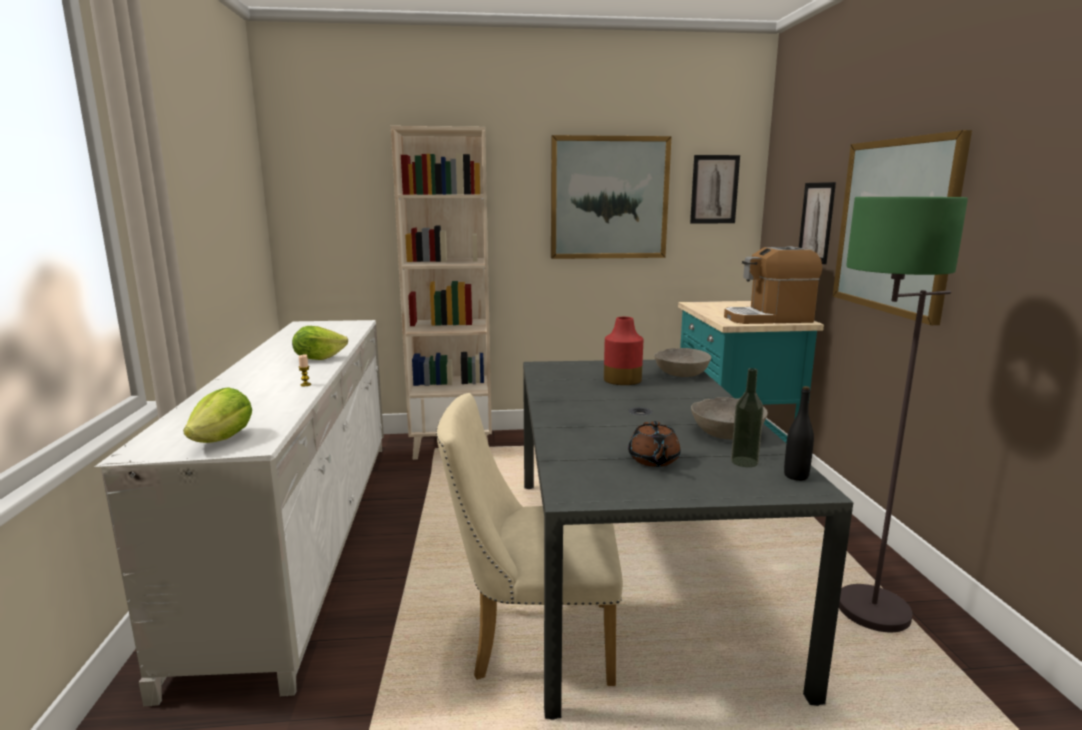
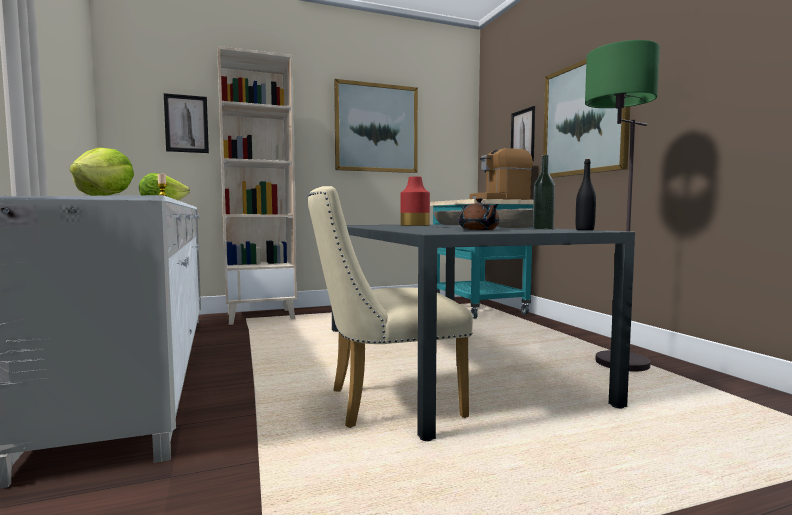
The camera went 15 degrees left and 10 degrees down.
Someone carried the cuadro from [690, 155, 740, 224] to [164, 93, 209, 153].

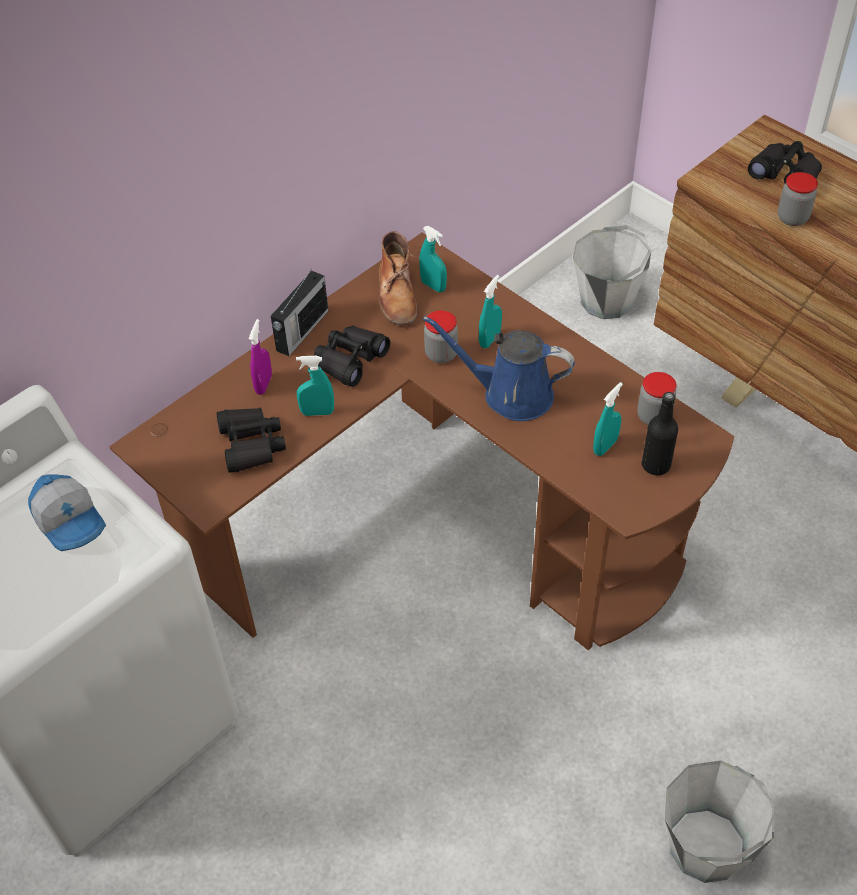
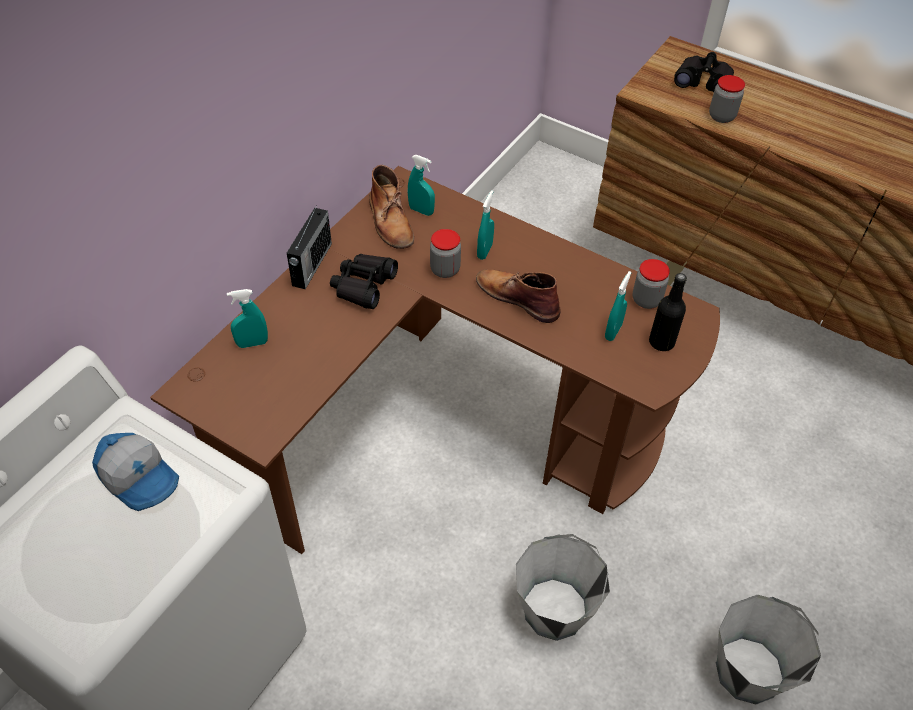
The camera went 15 degrees left and 0 degrees up.
Someone took away the prismáticos/negro at [217, 407, 286, 473].
Someone took away the pulverizador/morado at [249, 319, 272, 395].
Someone carried the pulverizador/turquesa from [296, 356, 334, 416] to [227, 289, 268, 348].
Someone carried the cubo/gris from [573, 225, 651, 319] to [516, 534, 610, 641].
Someone swapped the regadera/azul at [423, 316, 575, 421] for the bota/marrón at [476, 269, 561, 323].

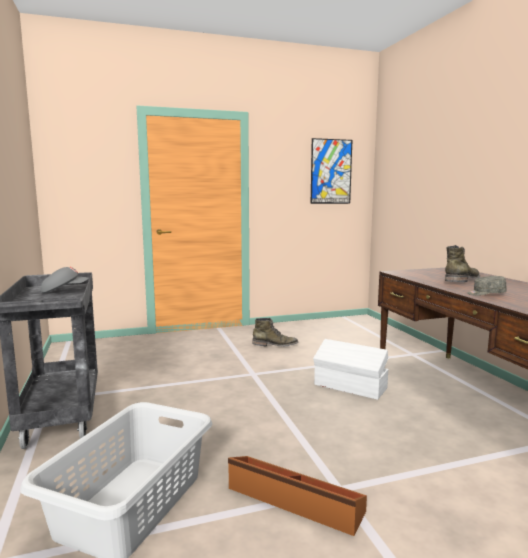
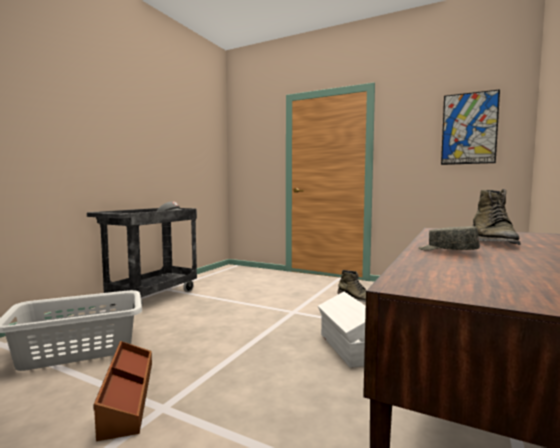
The camera went 45 degrees right and 5 degrees down.
Someone rotated the bota/verde at [445, 245, 480, 282] by 105 degrees clockwise.

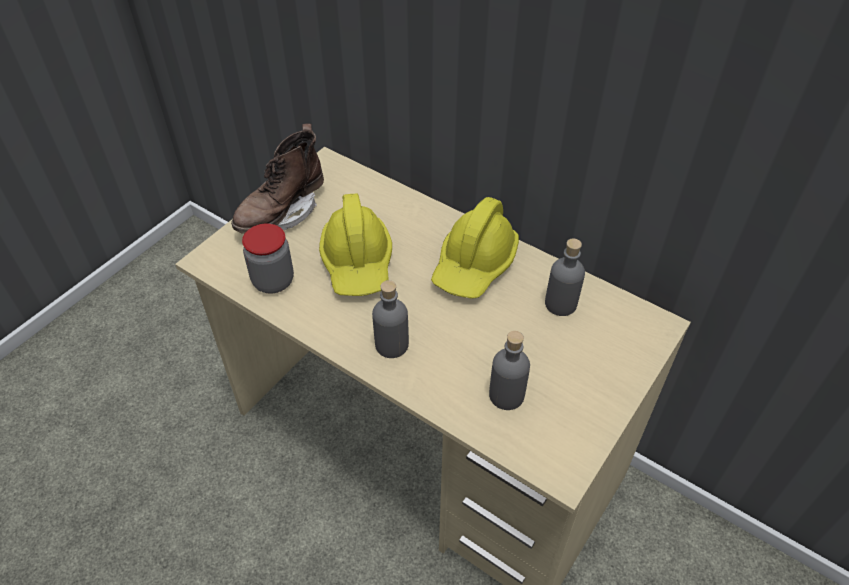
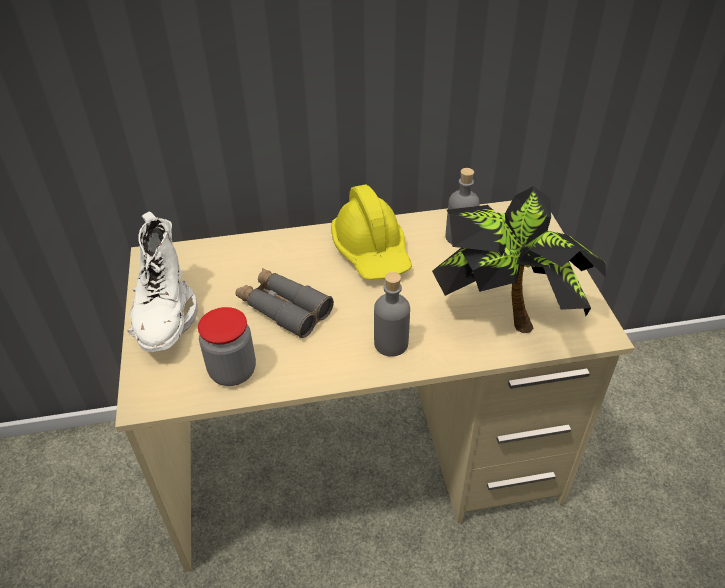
The camera went 45 degrees left and 5 degrees down.
Someone swapped the casco/amarillo at [319, 194, 392, 296] for the prismáticos/gris at [236, 268, 334, 338].
Someone swapped the botella/gris at [489, 331, 530, 410] for the planta en maceta at [432, 186, 606, 333].
Someone repainted the bota/marrón at [231, 123, 324, 234], which became the bota/blanco at [127, 211, 198, 352].

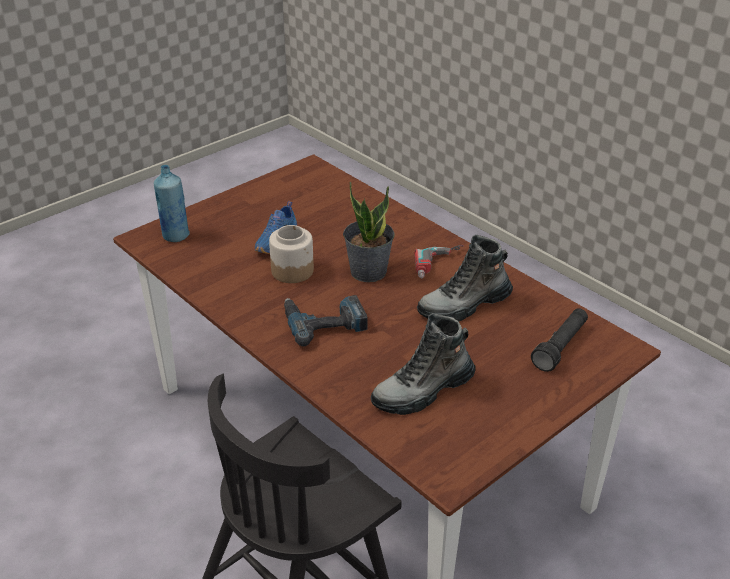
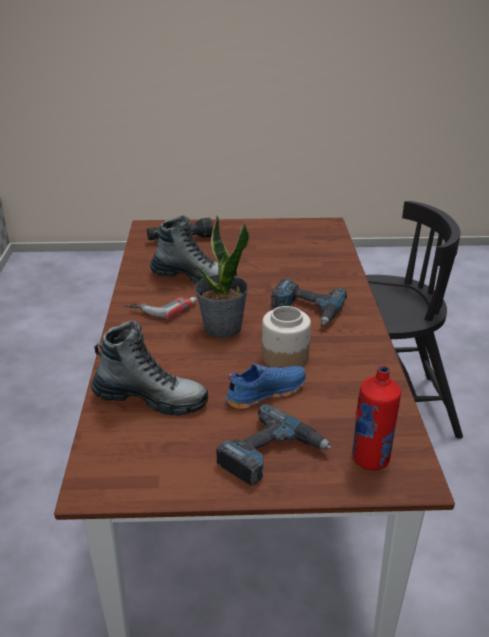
The camera went 140 degrees left and 5 degrees down.
Someone put down the taladro at [216, 404, 331, 486].
Someone carried the bota from [371, 313, 476, 415] to [91, 320, 208, 416].
Someone repainted the botella/azul at [154, 165, 190, 242], which became the botella/rojo at [351, 365, 401, 470].

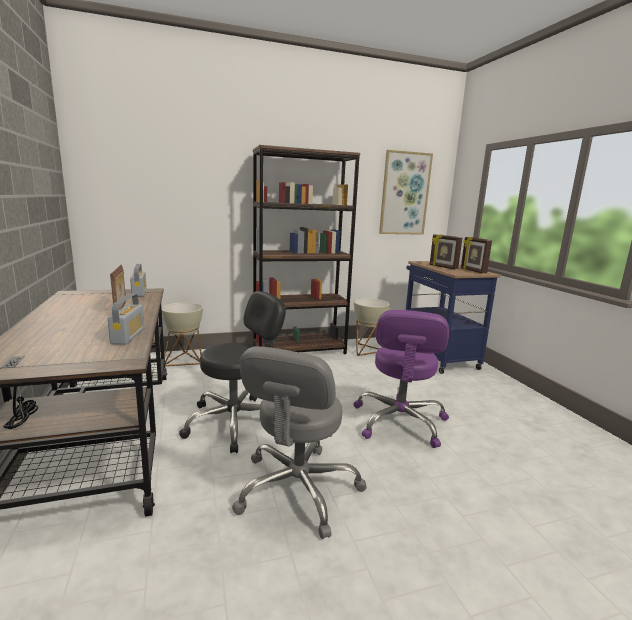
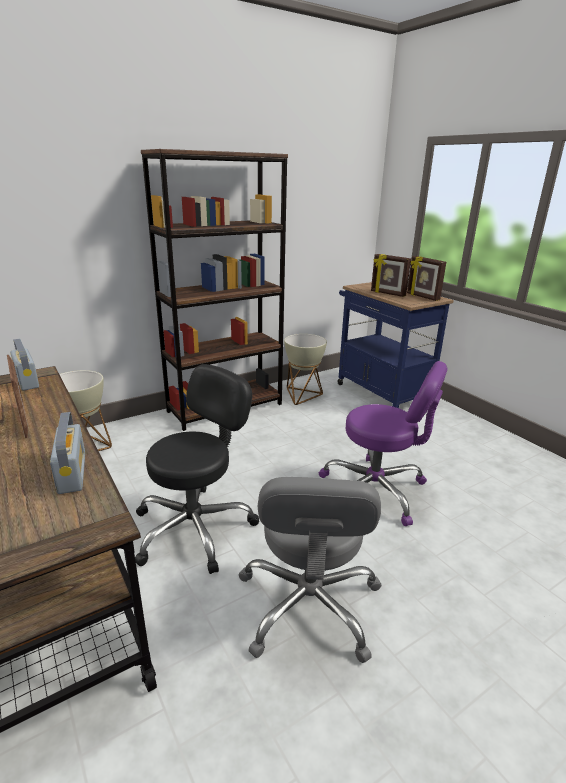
The camera went 15 degrees left and 10 degrees up.
Someone took away the cuadro at [379, 150, 433, 235].
Someone rotated the silla de oficina/morado at [353, 310, 449, 448] by 60 degrees counterclockwise.

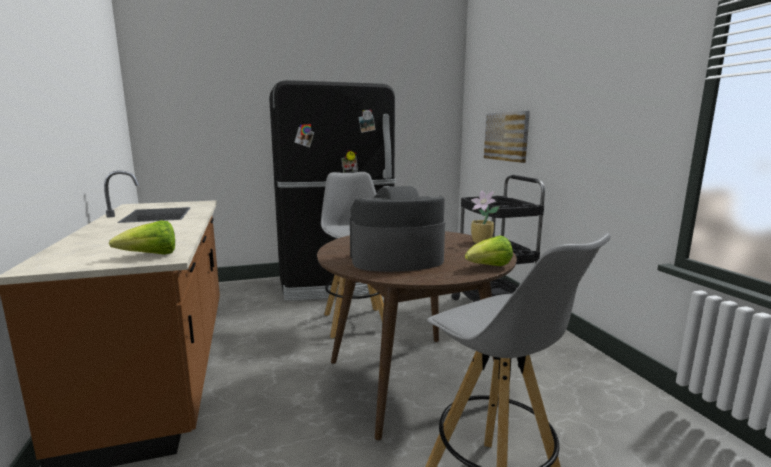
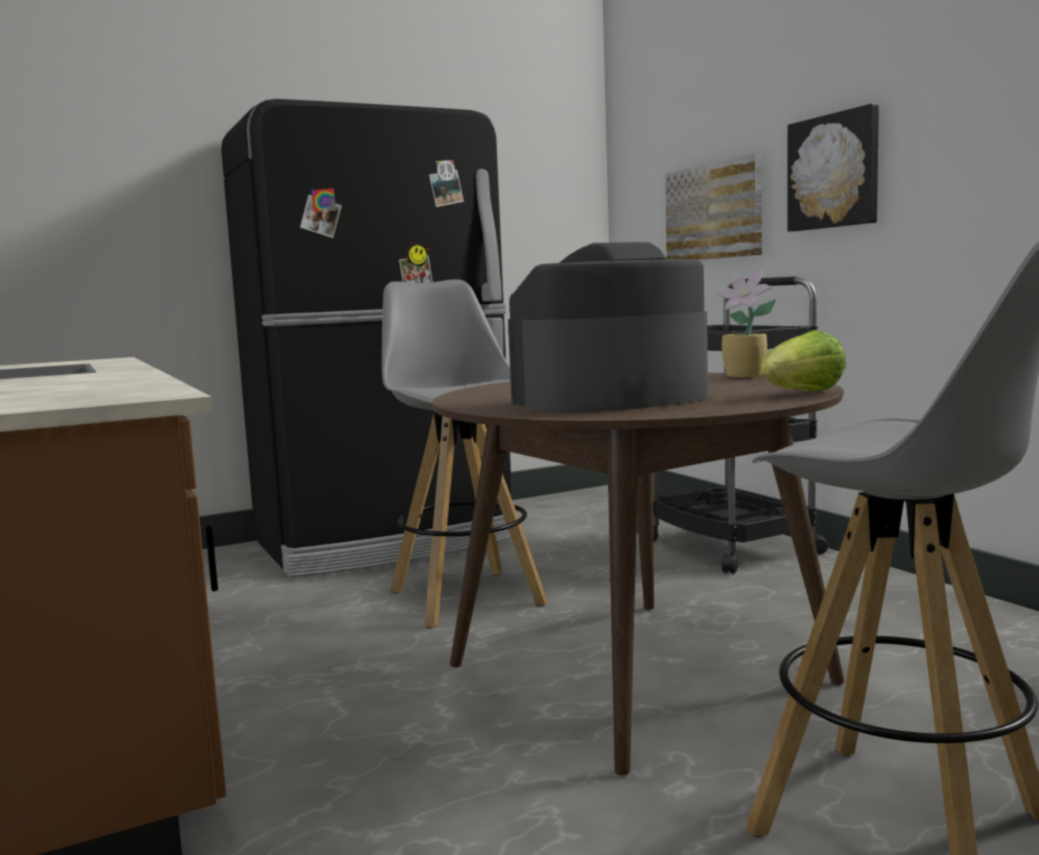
The camera went 10 degrees left and 5 degrees down.
Someone took away the lechuga at [109, 221, 175, 255].
Someone put up the cuadro at [787, 104, 879, 232].

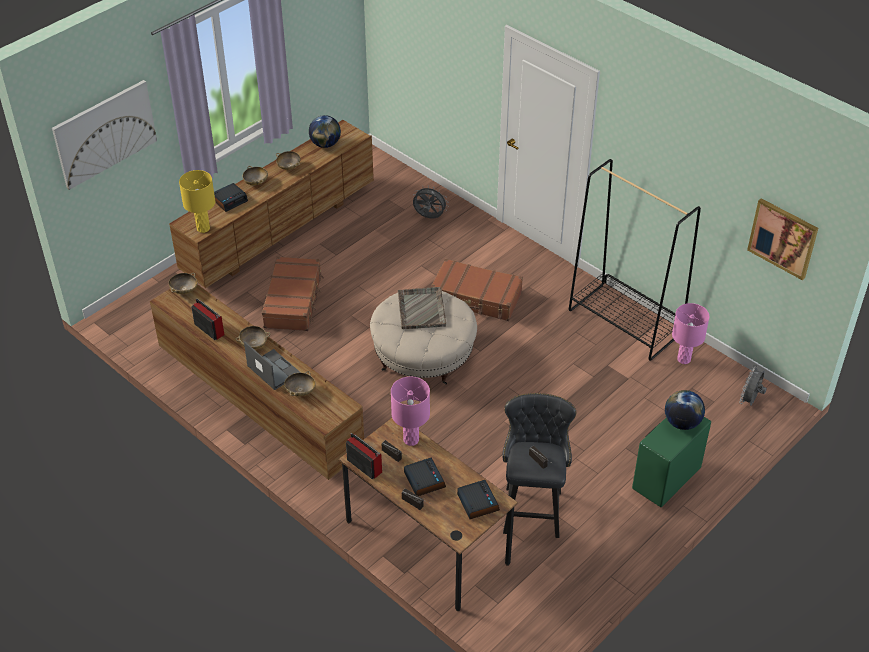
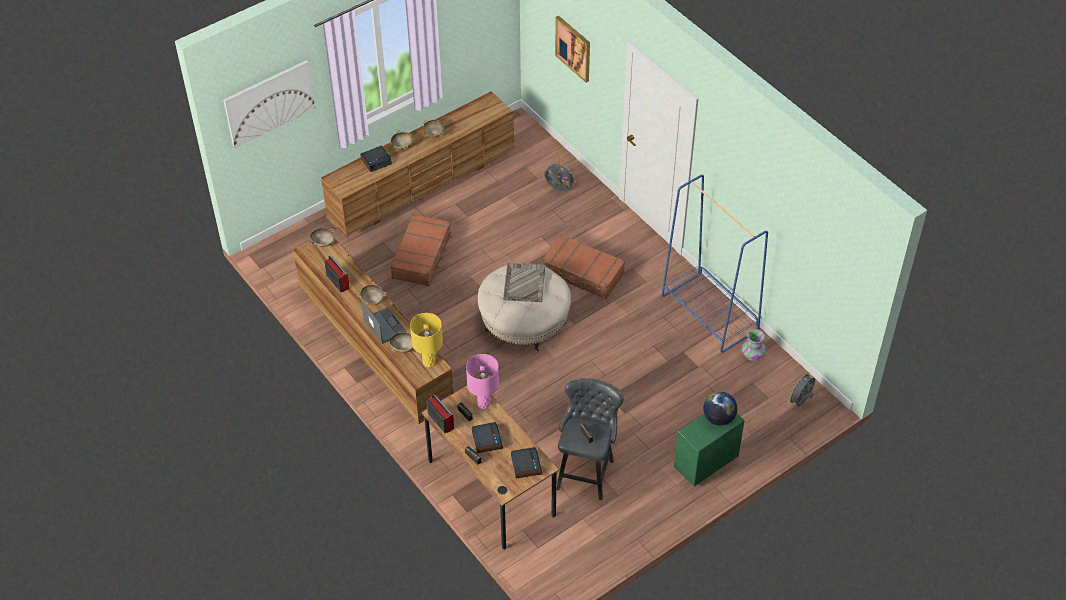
The camera went 10 degrees right and 5 degrees up.
Someone took away the globo terráqueo at [309, 115, 341, 148].
Someone carried the lámpara de mesa/amarillo from [179, 170, 215, 233] to [410, 313, 443, 367].
Someone carried the cuadro from [747, 198, 818, 280] to [555, 15, 590, 82].
Someone swapped the lámpara de mesa/rosa at [672, 303, 710, 364] for the florero at [742, 329, 766, 361].
Someone repainted the perchero/negro at [569, 159, 701, 361], which became the perchero/azul at [662, 175, 768, 353].

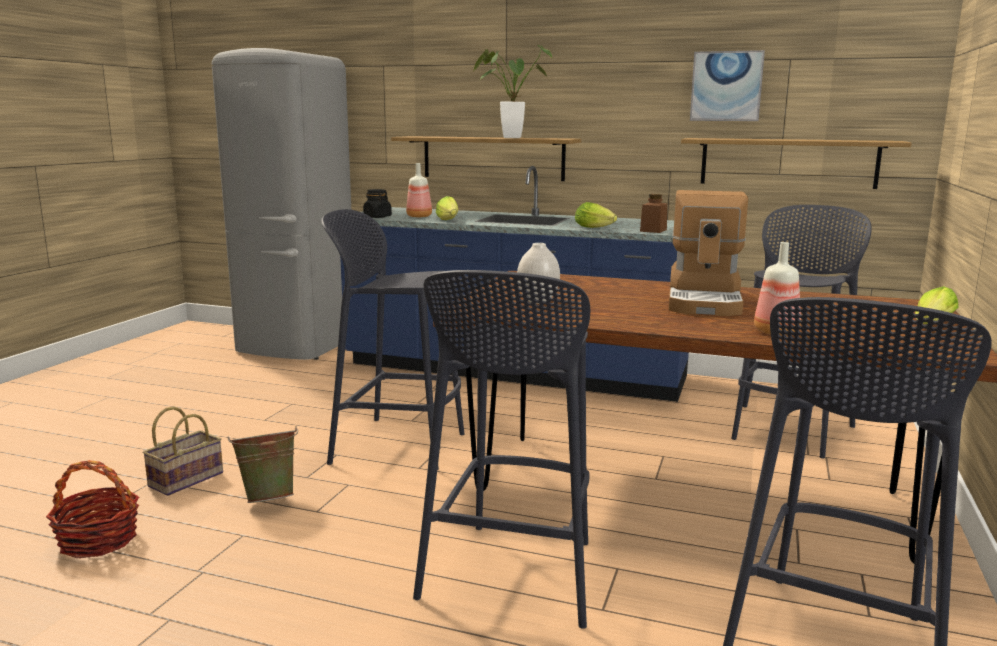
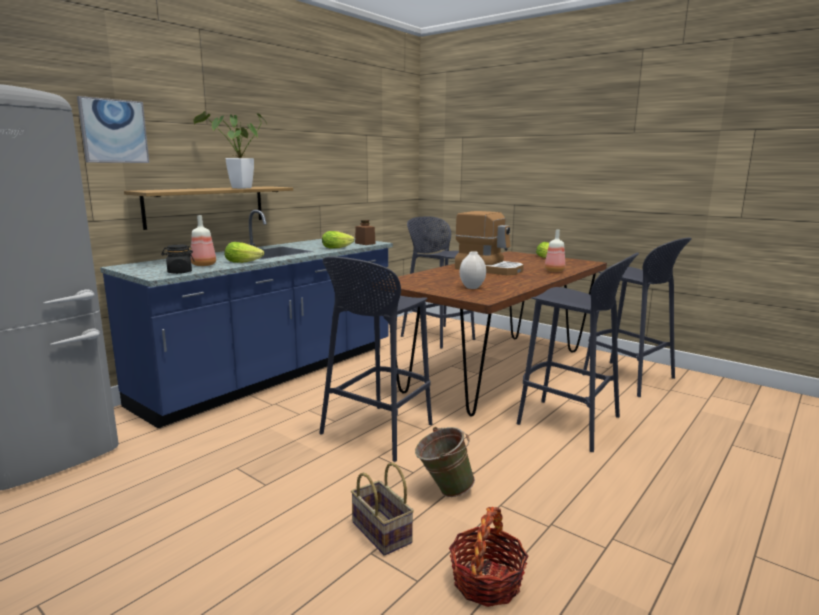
The camera went 70 degrees left and 0 degrees up.
Someone took away the estante at [681, 138, 912, 189].
Someone carried the cuadro from [690, 50, 765, 121] to [77, 96, 149, 163].

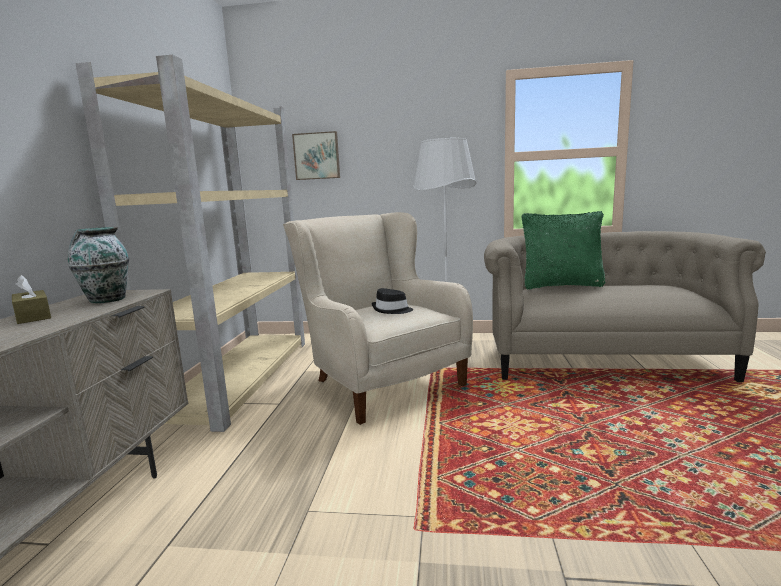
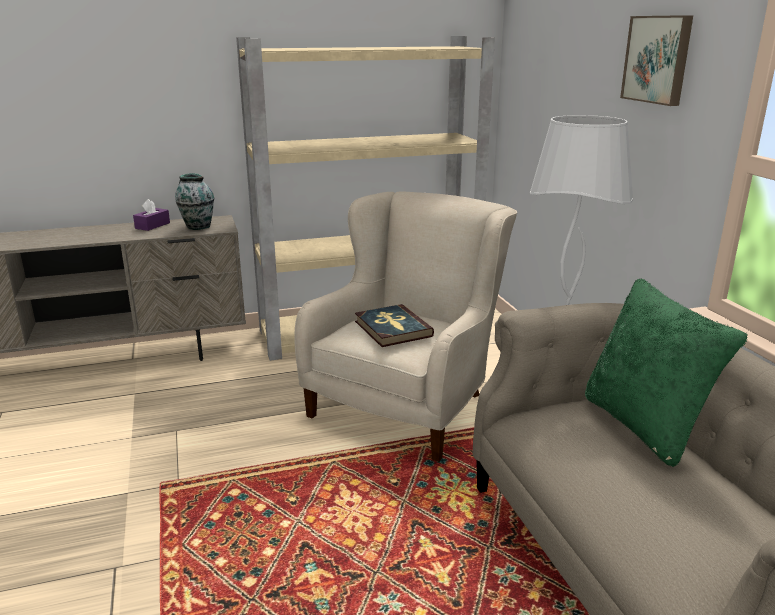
The camera went 65 degrees right and 10 degrees up.
Someone carried the cuadro from [292, 131, 340, 180] to [620, 15, 693, 106].
Someone swapped the sombrero/negro at [372, 288, 413, 314] for the libro at [355, 304, 434, 347].
Someone repainted the caja de pañuelos/marrón at [12, 275, 51, 324], which became the caja de pañuelos/morado at [133, 199, 170, 231].

